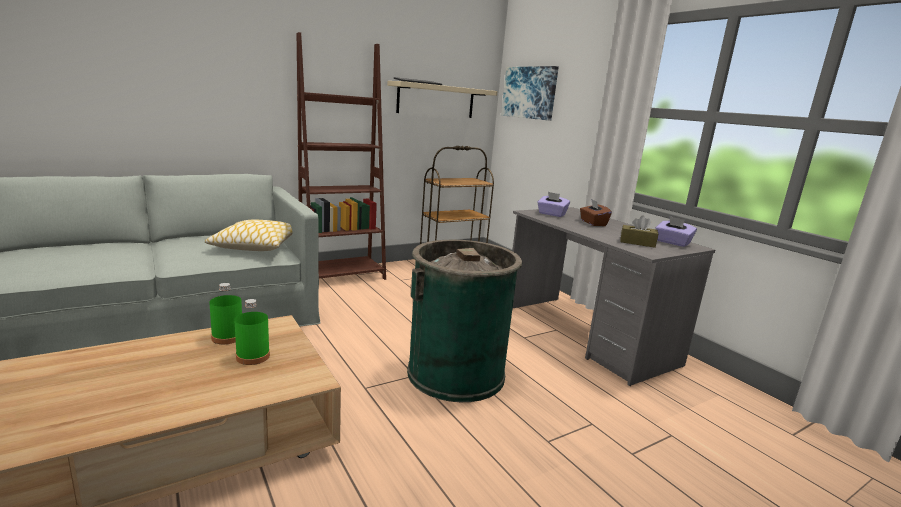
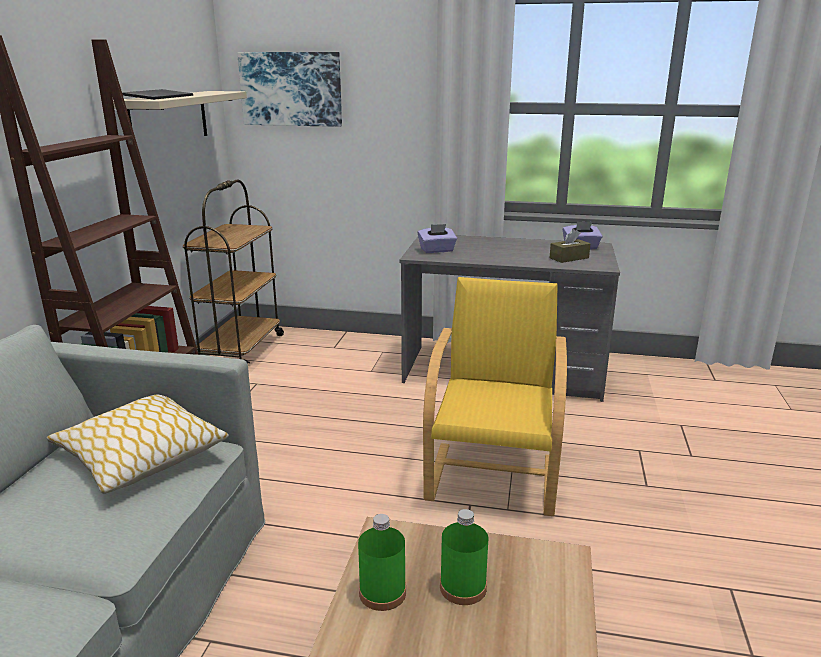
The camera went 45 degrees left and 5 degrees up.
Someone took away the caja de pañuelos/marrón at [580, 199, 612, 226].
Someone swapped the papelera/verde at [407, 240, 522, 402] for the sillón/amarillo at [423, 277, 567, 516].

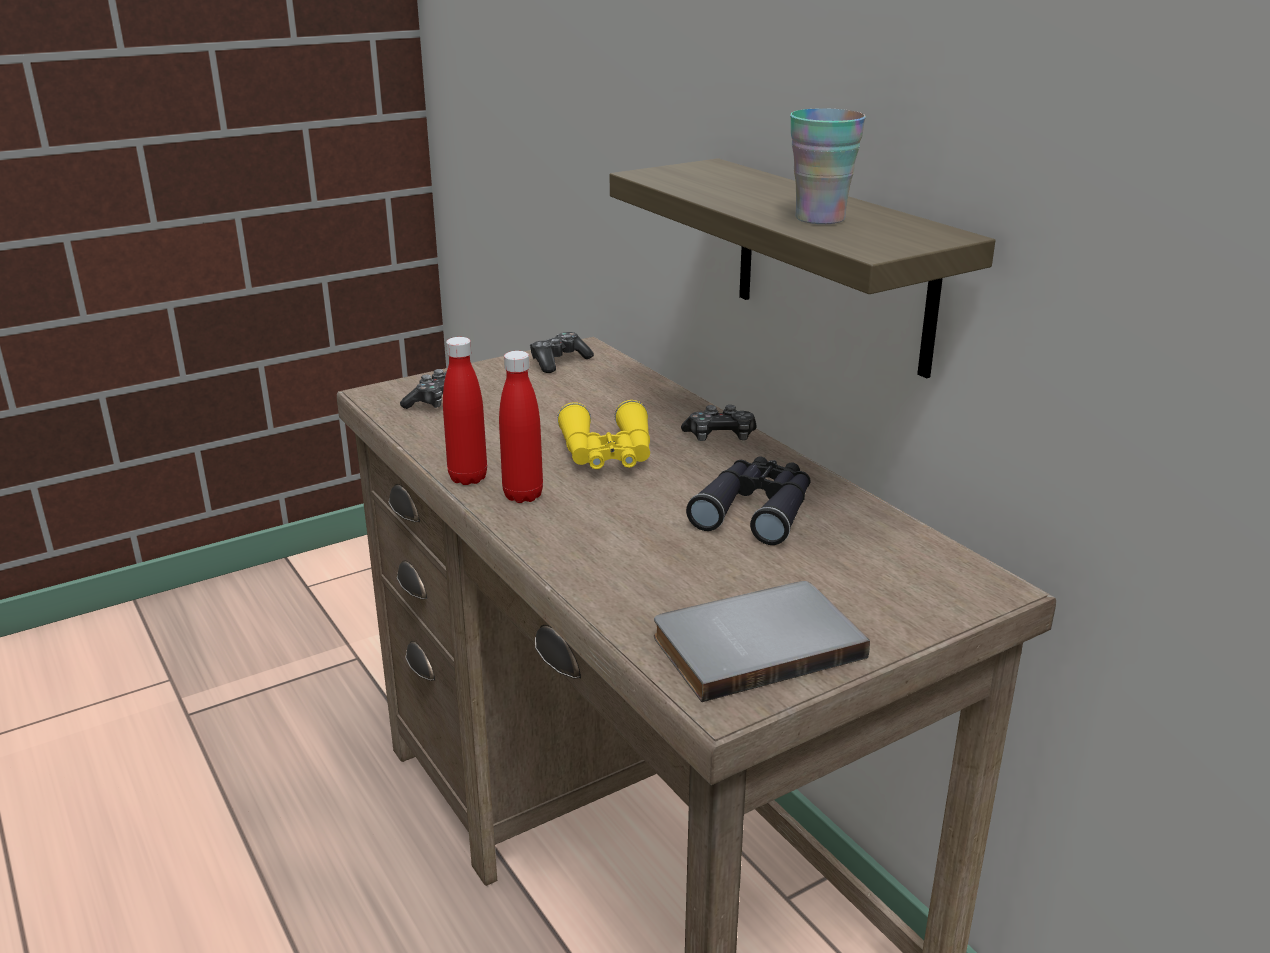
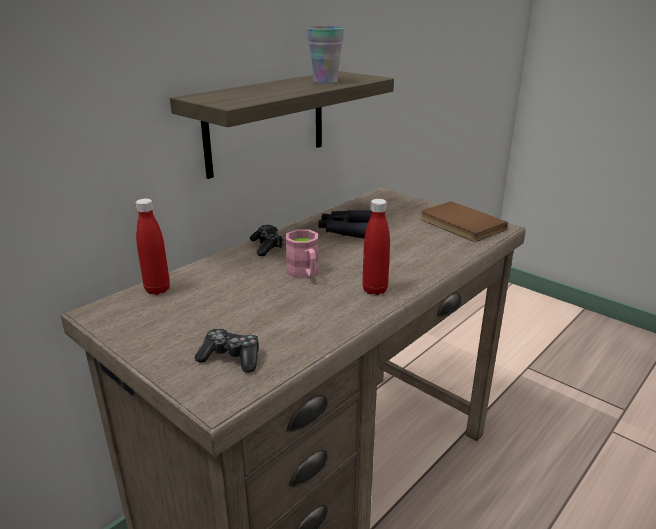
The camera went 105 degrees left and 0 degrees up.
Someone took away the mando de consola at [530, 332, 594, 373].
Someone carried the botella/rojo from [443, 337, 487, 485] to [135, 198, 170, 295].
Someone swapped the prismáticos/amarillo at [557, 400, 650, 469] for the taza grande/rosa at [285, 230, 319, 278].
Someone repainted the libro/gris at [654, 581, 870, 702], which became the libro/marrón at [421, 201, 508, 242].

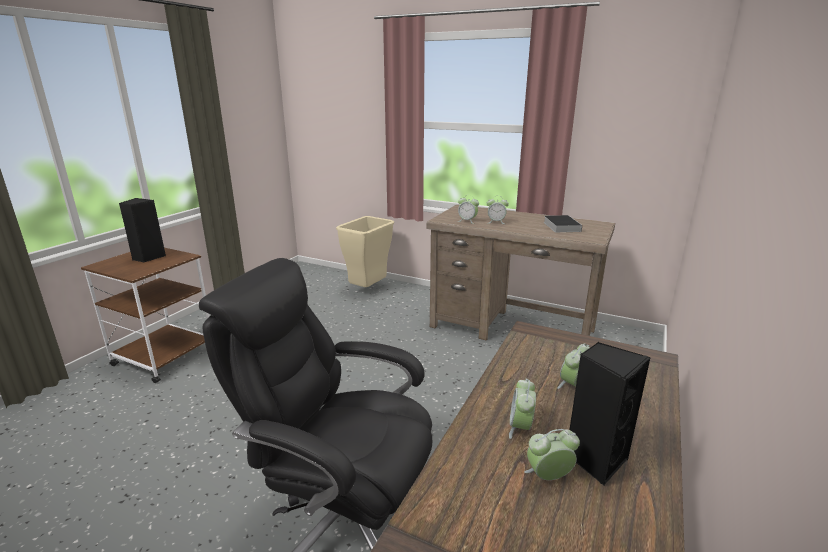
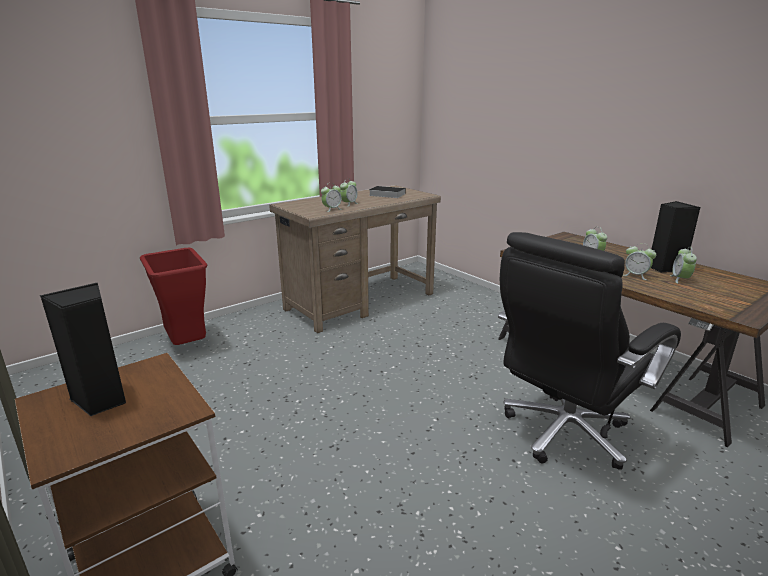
The camera went 65 degrees left and 0 degrees up.
Someone repainted the papelera/beis at [336, 216, 394, 287], which became the papelera/rojo at [140, 248, 207, 345].

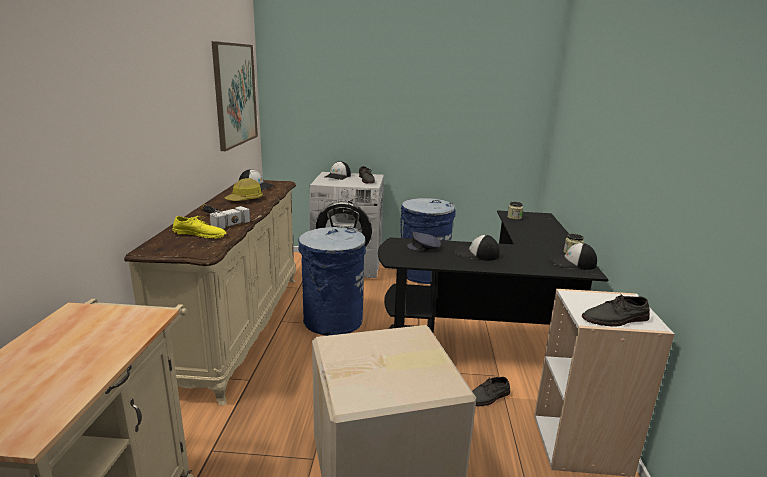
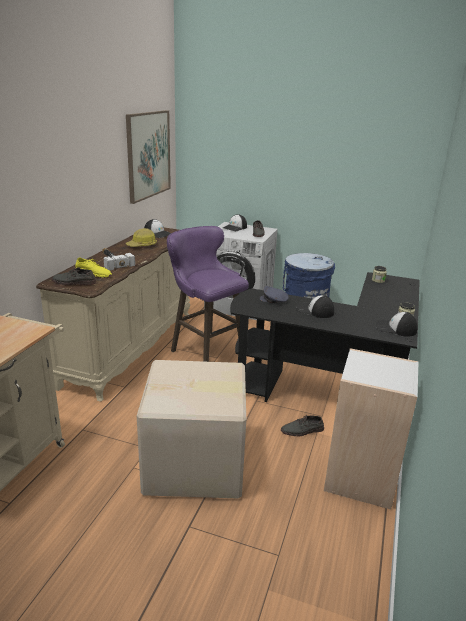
The camera went 15 degrees right and 5 degrees up.
Someone carried the zapato/gris from [582, 294, 650, 327] to [52, 267, 96, 285].
Someone swapped the papelera/azul at [298, 227, 366, 336] for the taburete/morado at [167, 226, 249, 362].

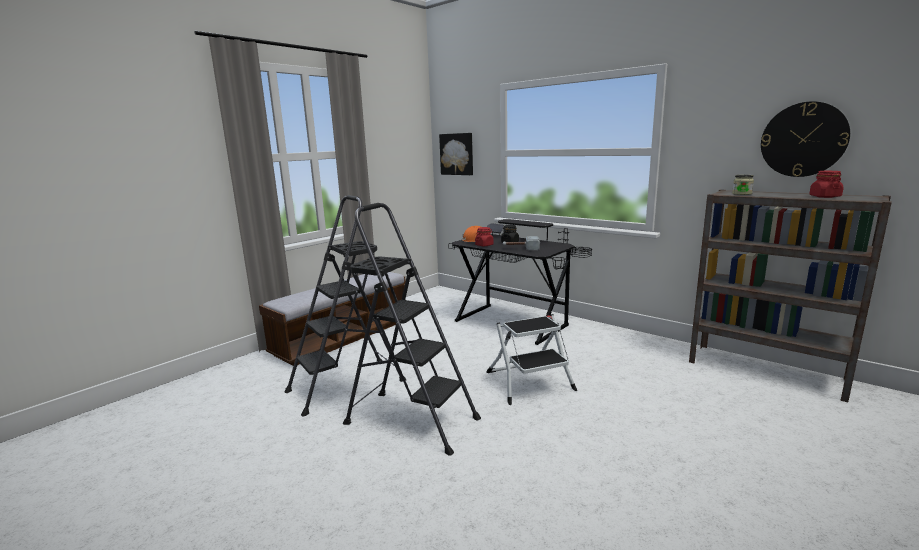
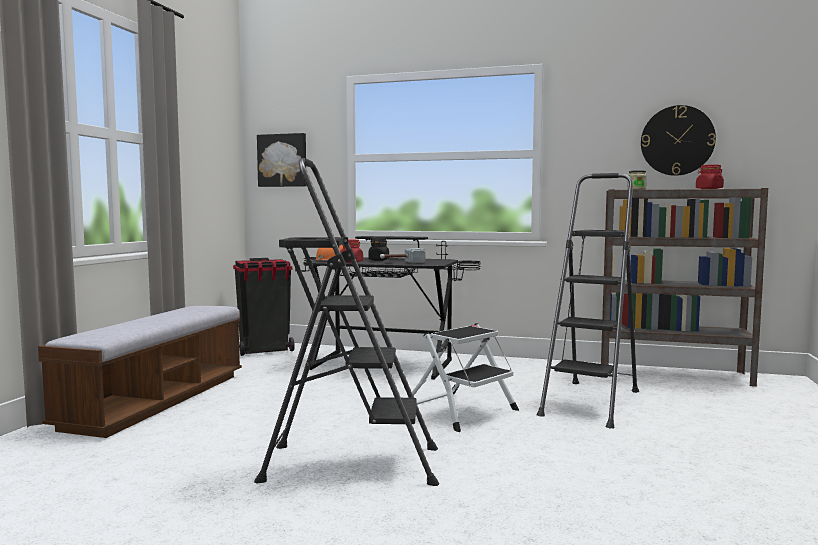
The camera went 25 degrees left and 10 degrees down.
Someone put down the papelera/negro at [233, 258, 295, 356].
Someone carried the escalera de tijera from [284, 195, 406, 417] to [537, 173, 639, 429].

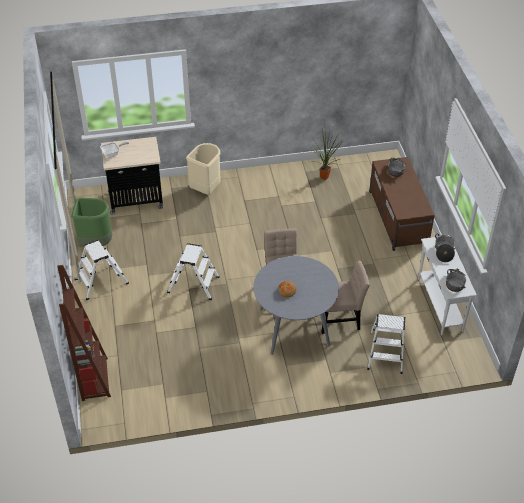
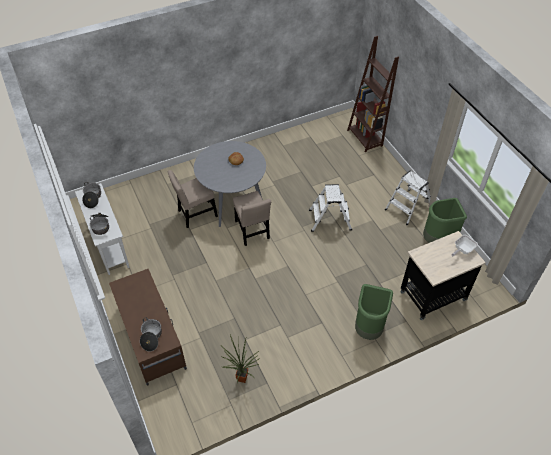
The camera went 165 degrees right and 5 degrees up.
Someone took away the escalera de tijera/blanco at [367, 314, 405, 374].
Someone repainted the papelera/beis at [186, 143, 221, 195], which became the papelera/verde at [355, 284, 393, 340].

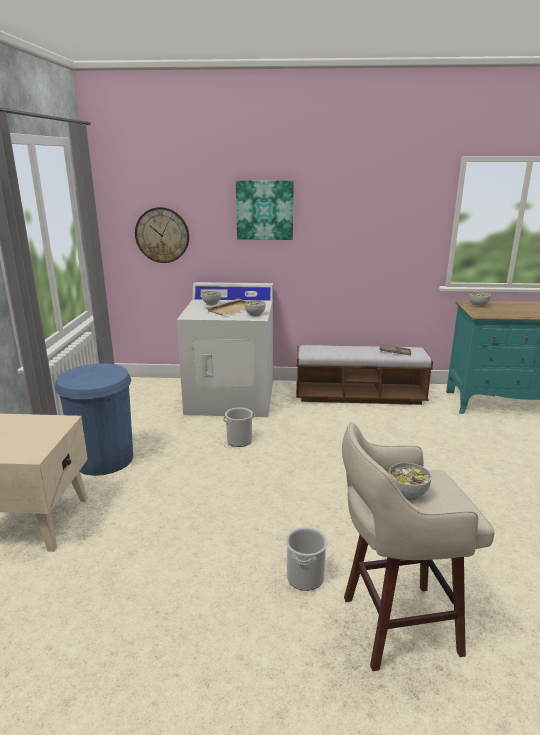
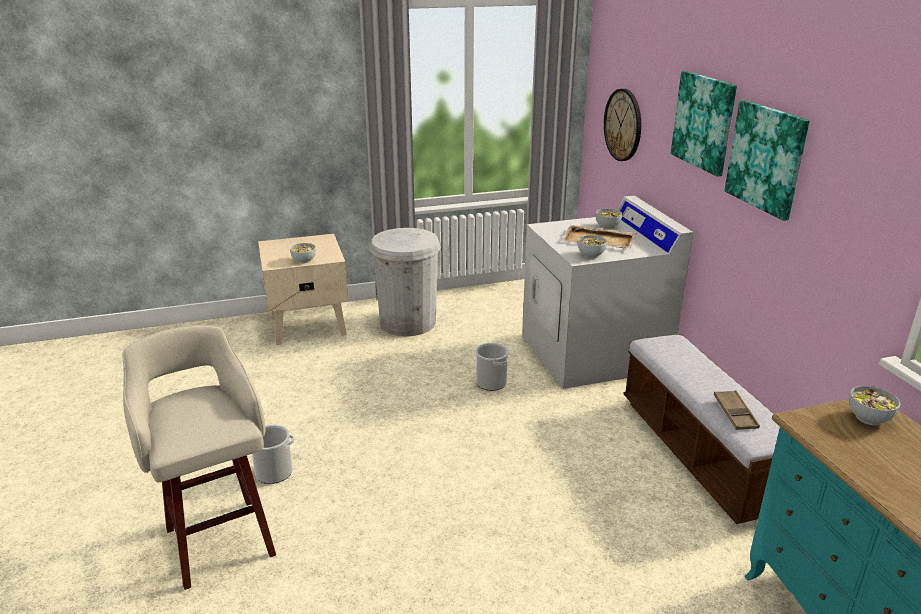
The camera went 70 degrees right and 5 degrees up.
Someone put up the cuadro at [724, 100, 810, 221].
Someone carried the cuenco from [389, 463, 432, 500] to [290, 243, 316, 264].
Someone repainted the papelera/azul at [55, 363, 133, 476], which became the papelera/blanco at [370, 228, 441, 336].

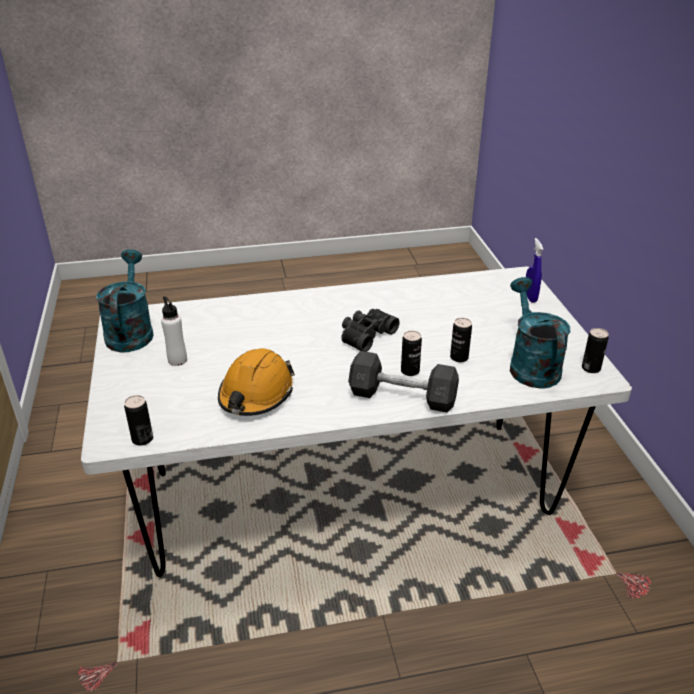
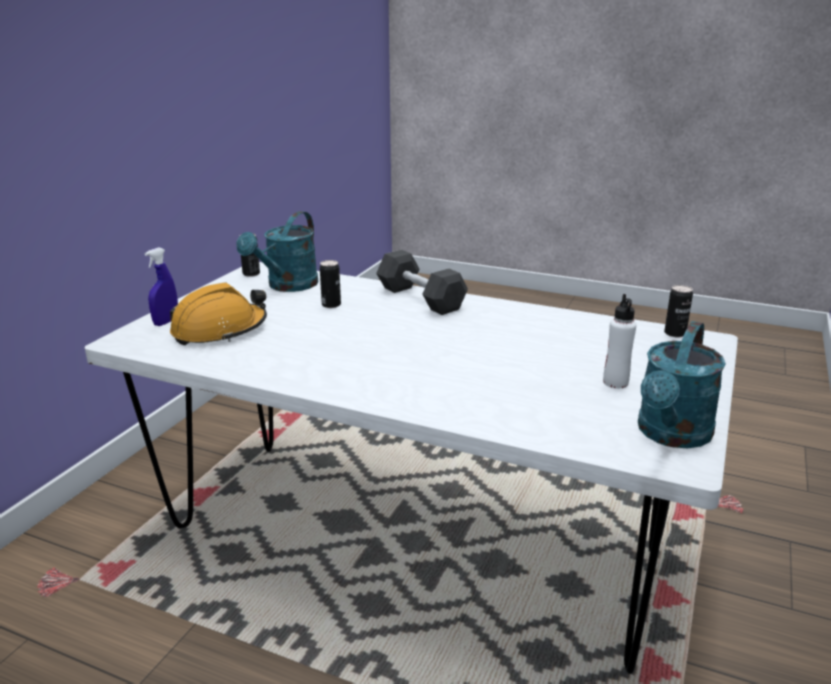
The camera went 145 degrees left and 10 degrees down.
Someone took away the prismáticos/negro at [341, 309, 400, 352].
Someone took away the lata at [401, 330, 422, 376].
Someone carried the casco/naranja from [218, 348, 295, 416] to [170, 283, 267, 345].

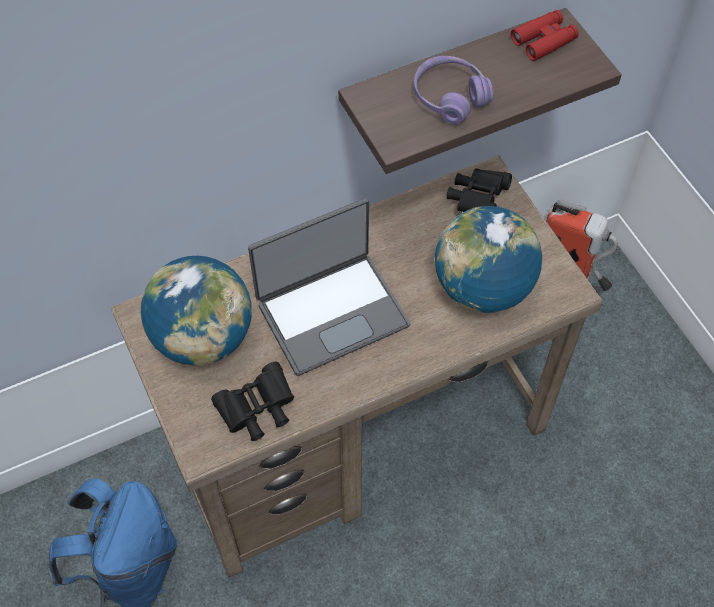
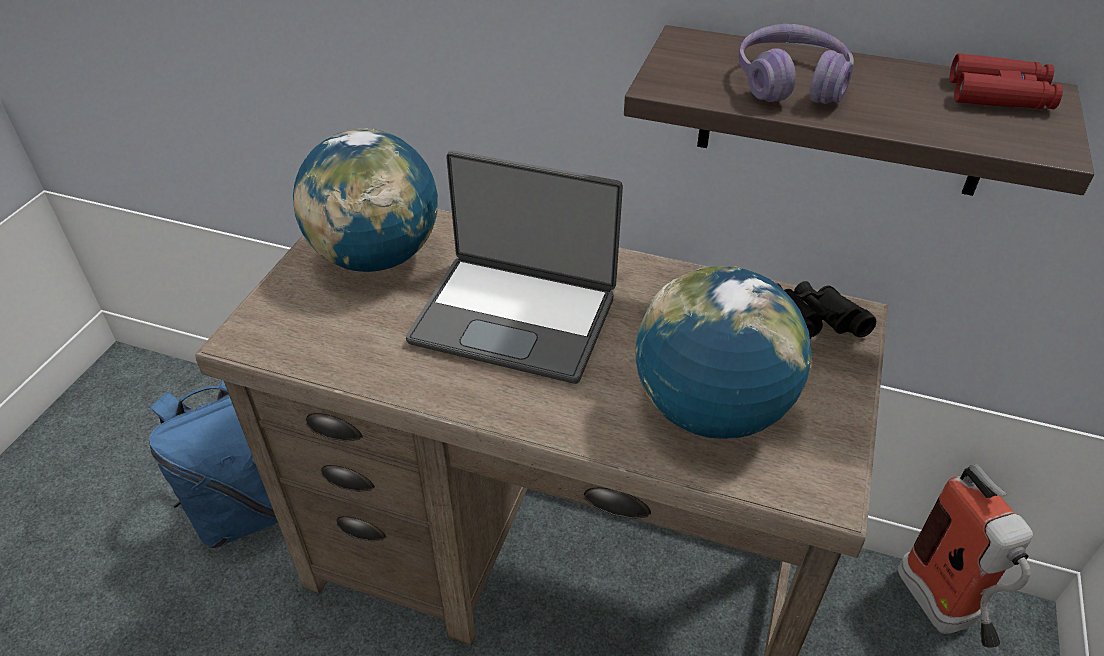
The camera went 45 degrees right and 15 degrees down.
Someone took away the prismáticos/negro at [211, 362, 294, 441].

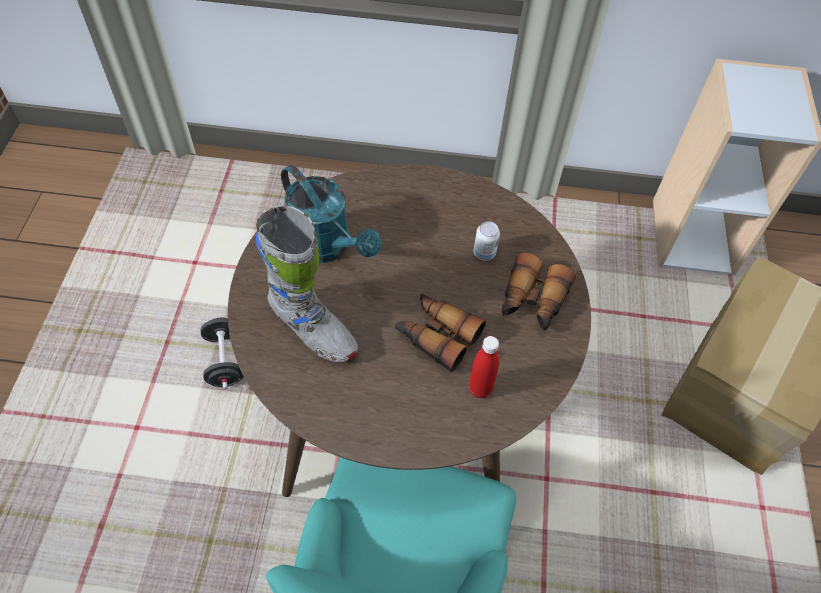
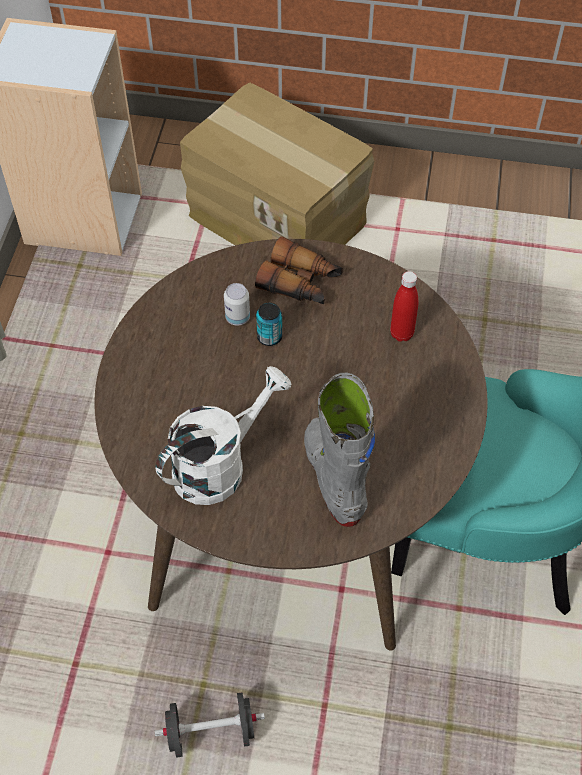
The camera went 85 degrees left and 0 degrees up.
Someone took away the prismáticos at [396, 293, 486, 373].
Someone put down the lata at [256, 302, 282, 346].
Someone repainted the regadera/turquesa at [281, 165, 381, 263], which became the regadera/blanco at [155, 366, 292, 505].
Someone rotated the bota/gris at [256, 205, 358, 362] by 60 degrees counterclockwise.

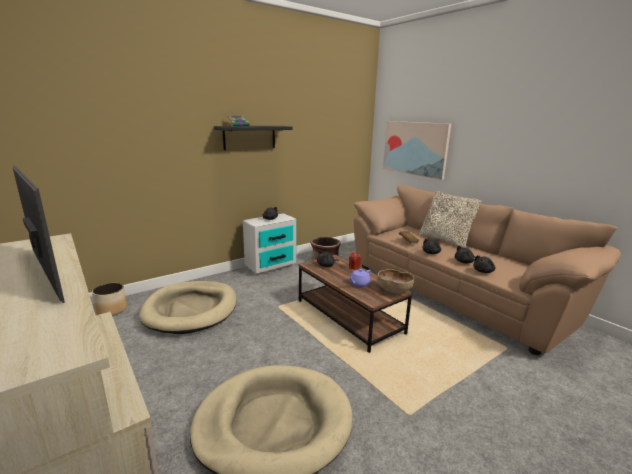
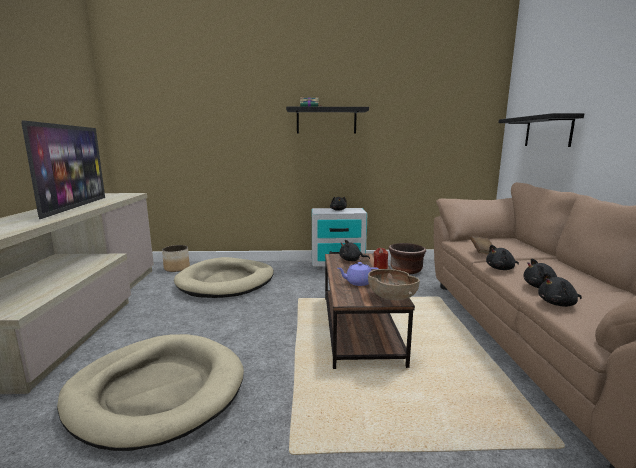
The camera went 35 degrees right and 5 degrees down.
Someone took away the cojín/beis at [419, 191, 482, 248].
Someone swapped the cuadro at [383, 121, 451, 180] for the estante/negro at [499, 113, 584, 147].

